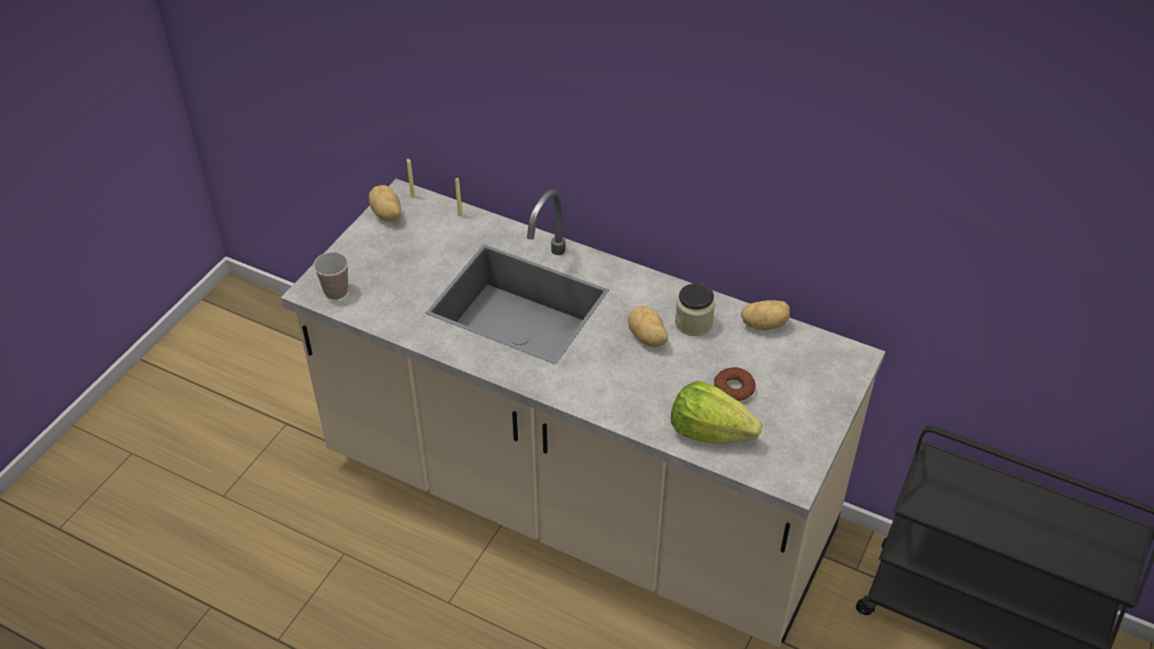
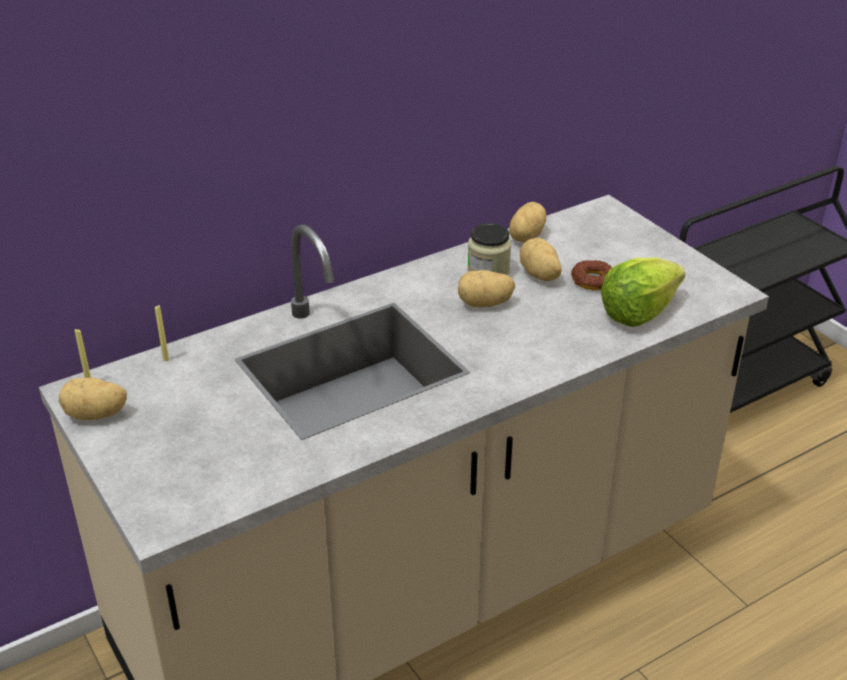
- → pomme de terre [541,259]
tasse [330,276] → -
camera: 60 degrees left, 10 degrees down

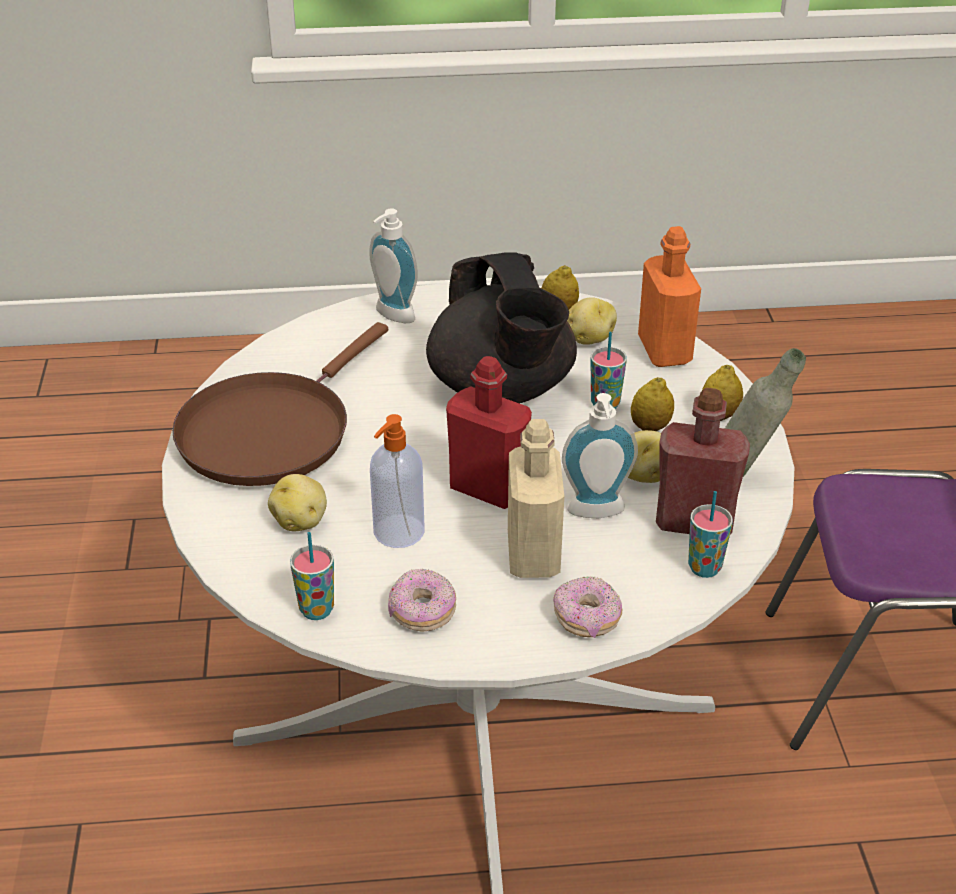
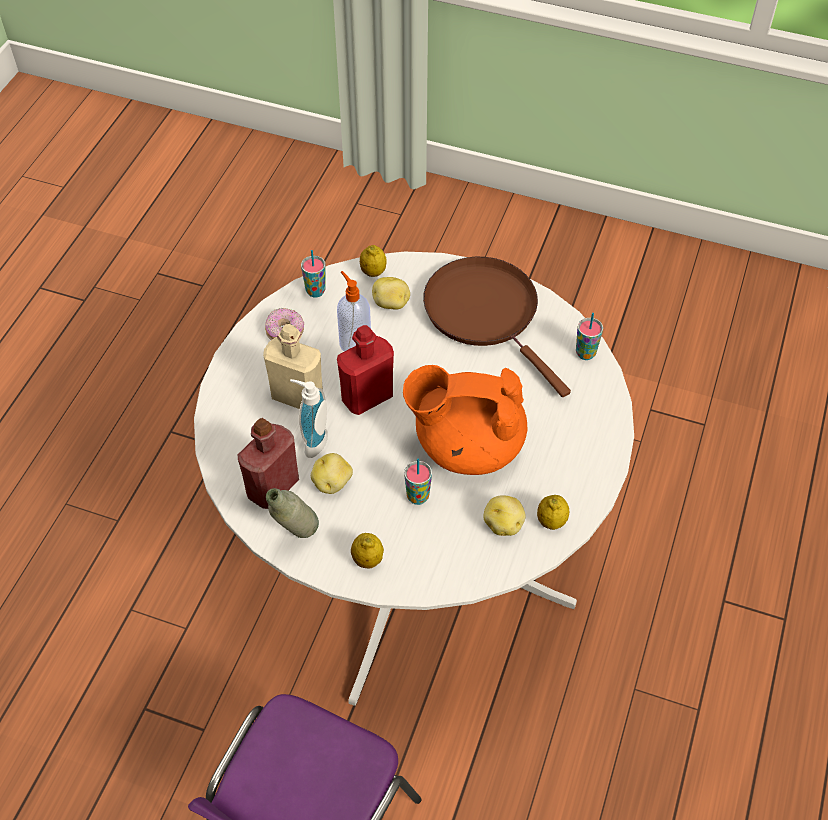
citron [652,404] → citron [373,261], shifted
théière/noir [501,328] → théière/orange [465,420]
tasse [710,534] → tasse [589,336], shifted
distributeur de savon [393,265] → -
beignet [588,607] → -
bouteille/orange [669,296] → -
camera: 115 degrees right, 15 degrees up

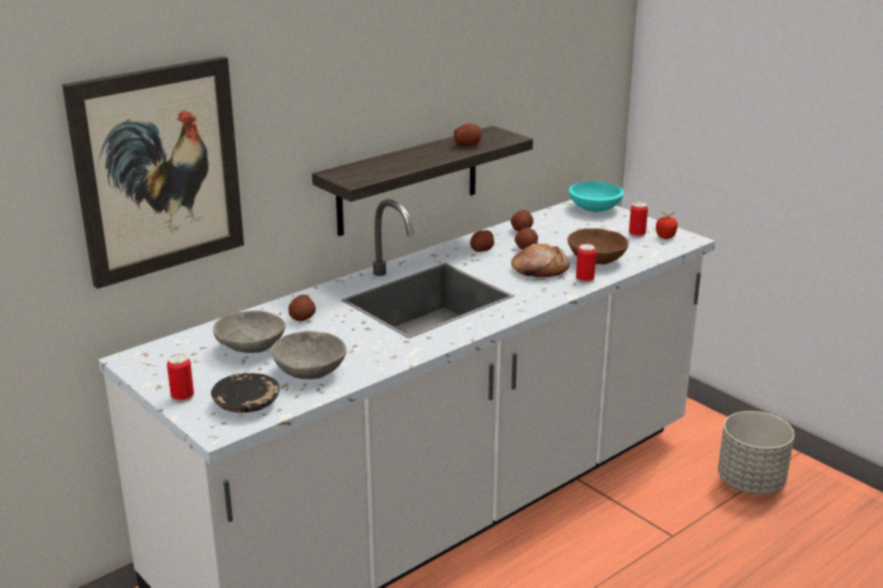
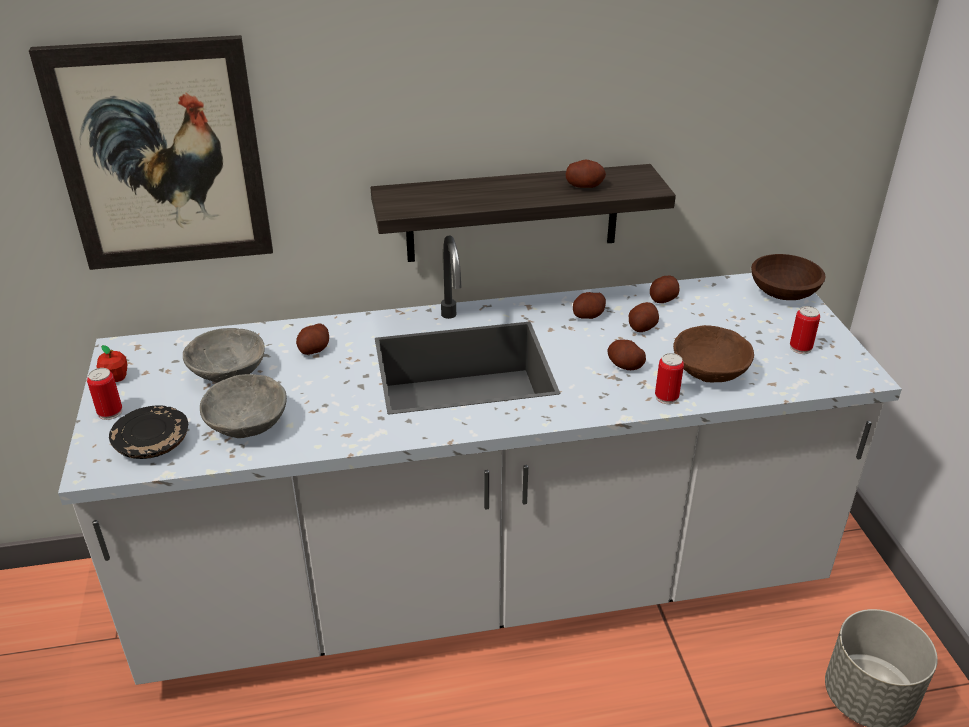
pomme [667,225] → pomme [111,363], shifted
pain [540,260] → pomme de terre [627,355]
bol/turquoise [596,196] → bol/marron [788,277]
camera: 30 degrees right, 10 degrees up

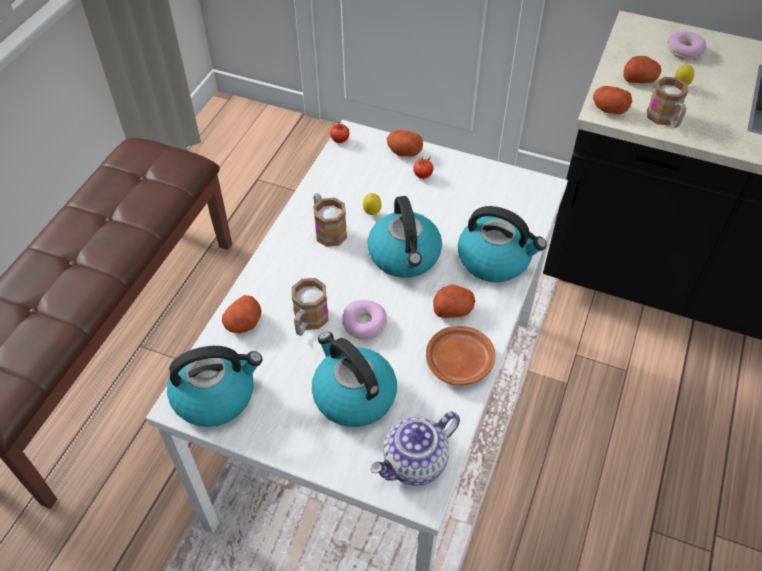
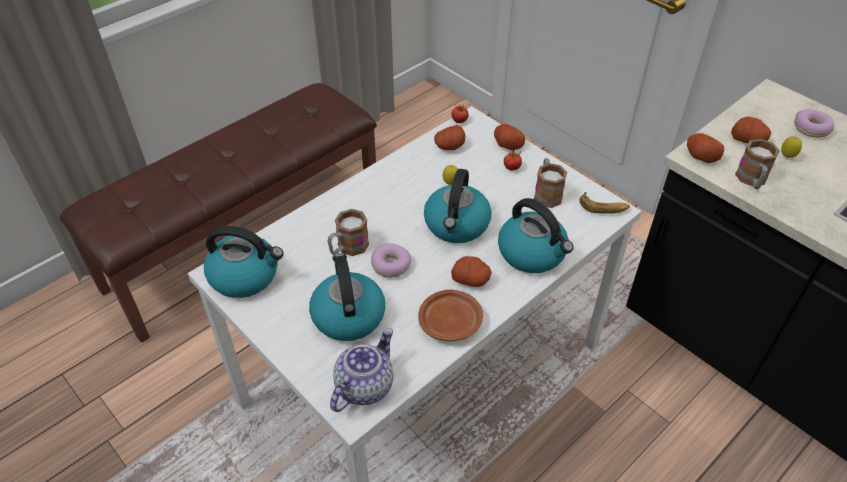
théière [415,449] → théière [361,370], 135 degrees clockwise
pomme de terre [241,314] → pomme de terre [450,137], shifted
mug [330,220] → mug [550,183], shifted
- → banane [604,203]
camera: 25 degrees right, 5 degrees down

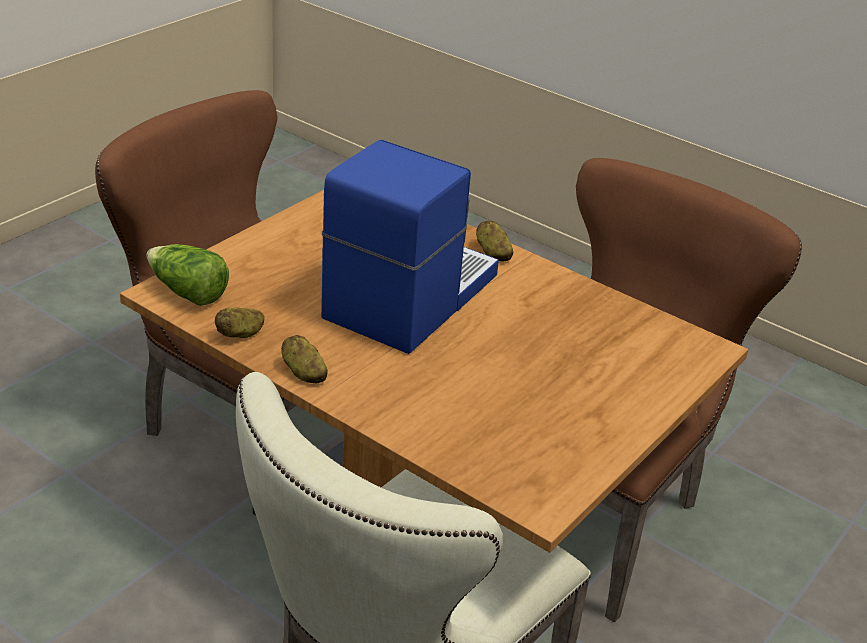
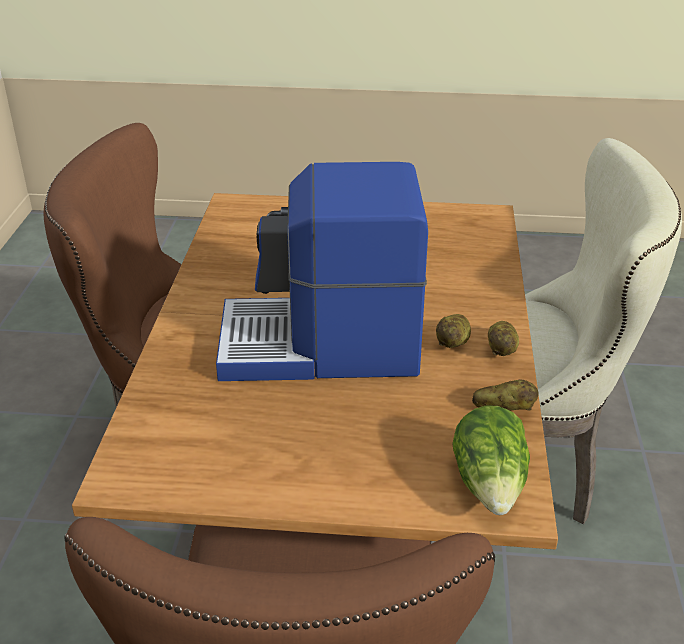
pomme de terre [495,240] → pomme de terre [453,331], shifted
camera: 120 degrees left, 0 degrees up

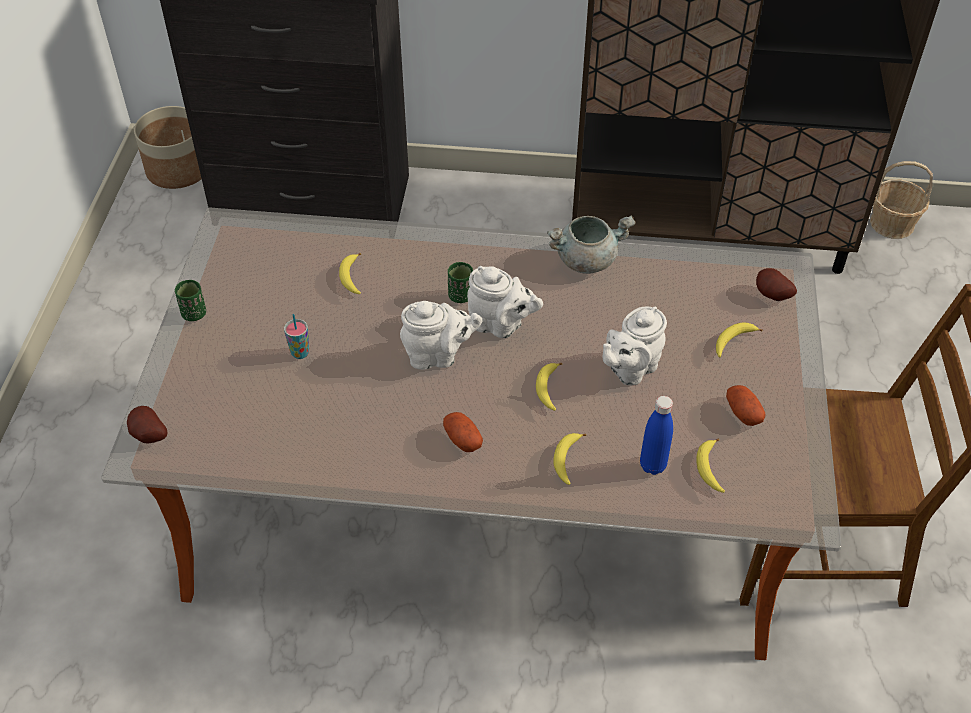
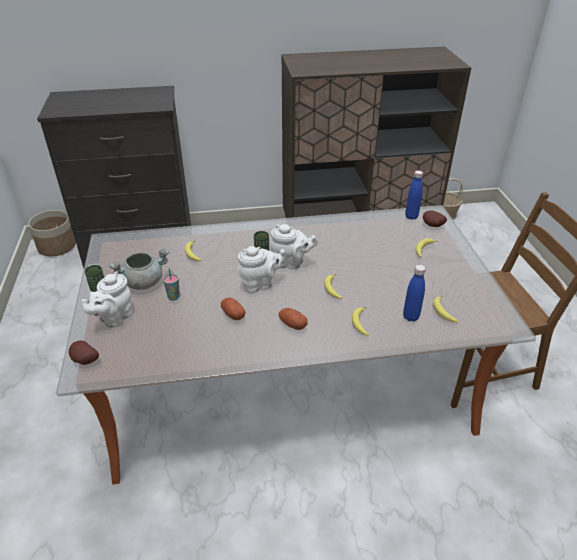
théière/blanc [635,346] → théière/blanc [106,299], shifted
marmite/gris [591,245] → marmite/gris [139,269], shifted
pomme de terre [745,405] → pomme de terre [233,309], shifted
- → bouteille/bleu [414,195]
camera: 15 degrees left, 10 degrees down

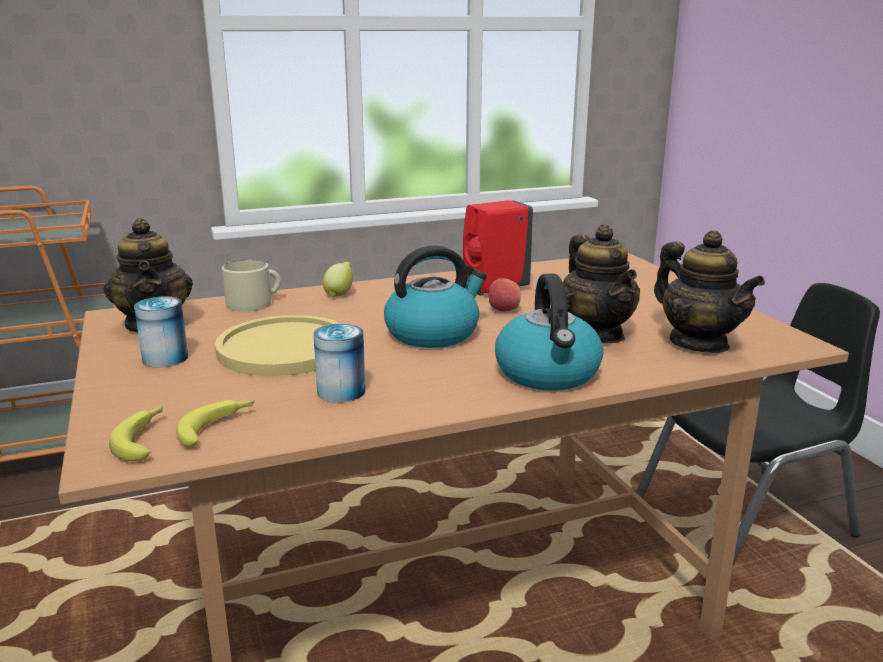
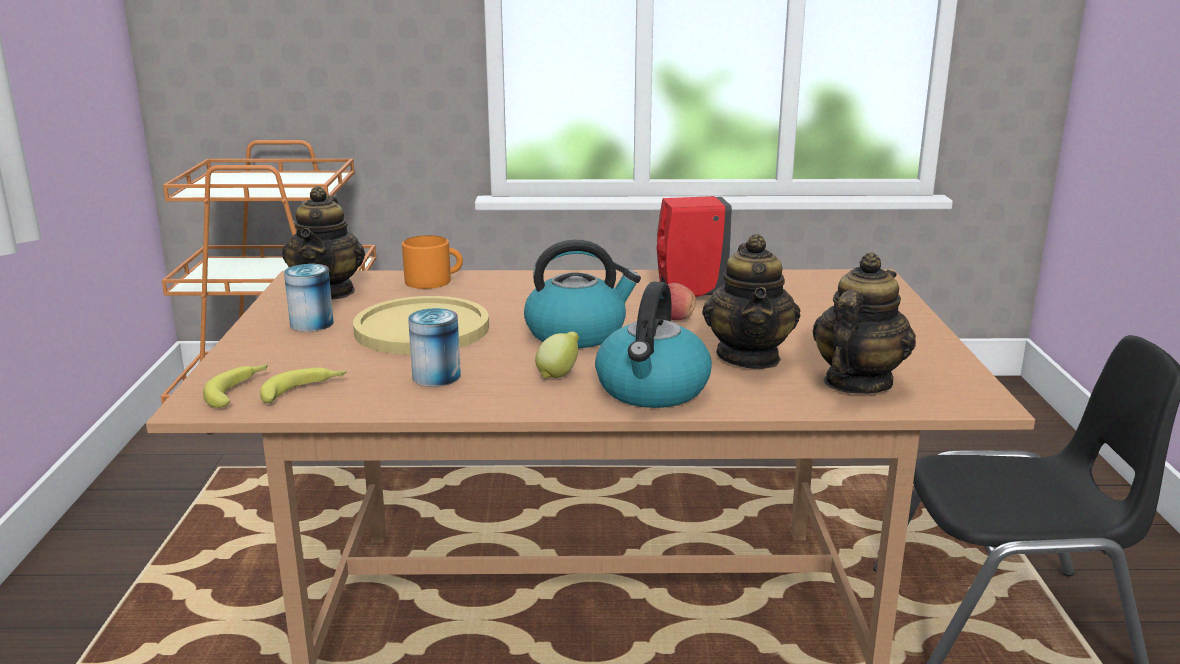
mug/beige [251,286] → mug/orange [432,262]
citron [338,279] → citron [557,355], shifted
théière [709,291] → théière [864,323], 135 degrees counterclockwise
camera: 20 degrees right, 0 degrees up

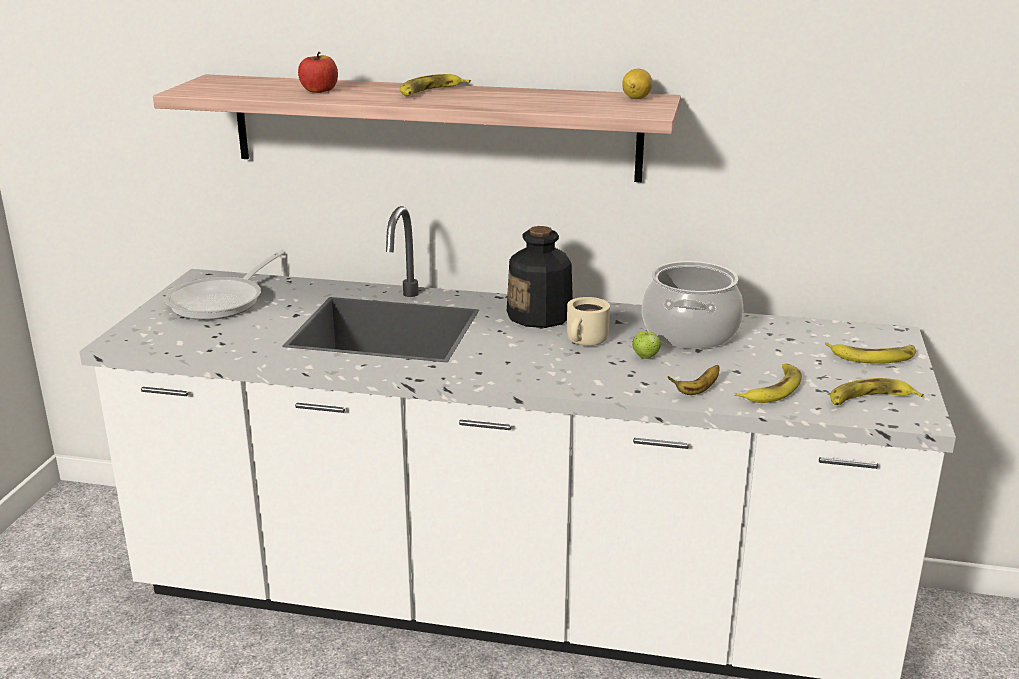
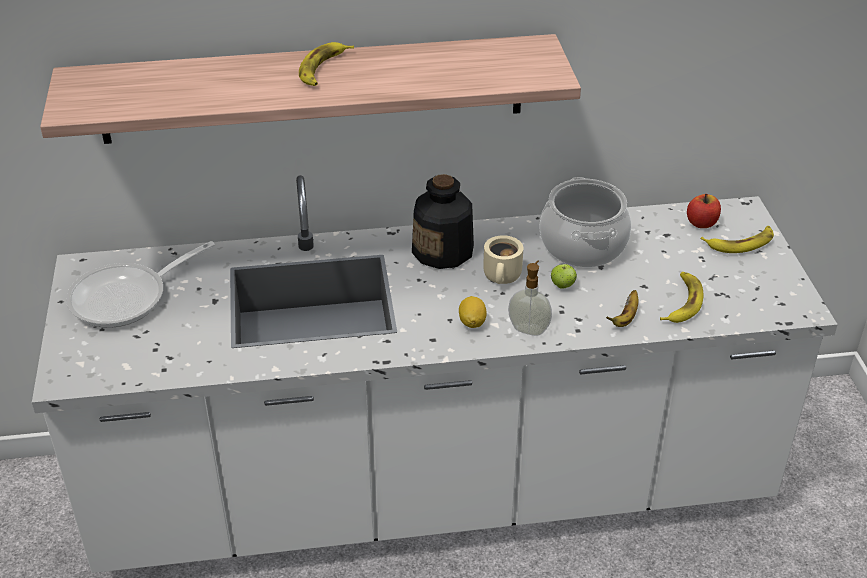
poêle [224,285] → poêle [140,284], 45 degrees clockwise
citron [637,84] → citron [473,312], shifted
- → distributeur de savon [530,298]
pomme [318,72] → pomme [704,211], shifted
banane [877,392] → -
camera: 20 degrees left, 15 degrees up

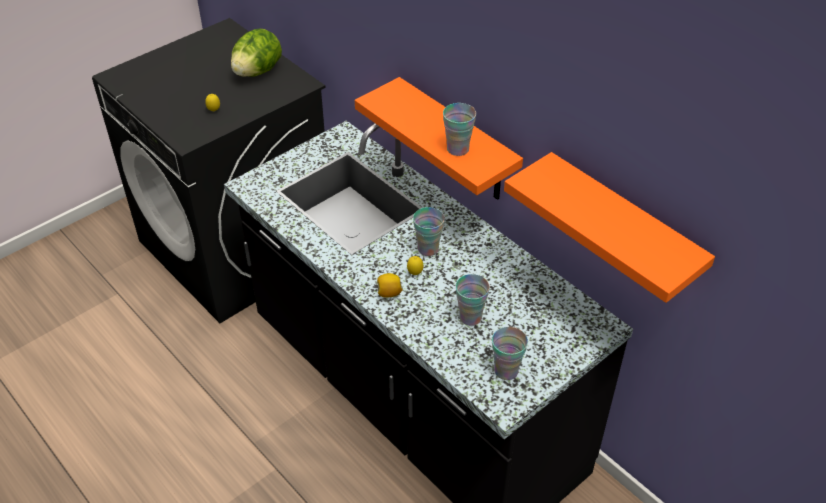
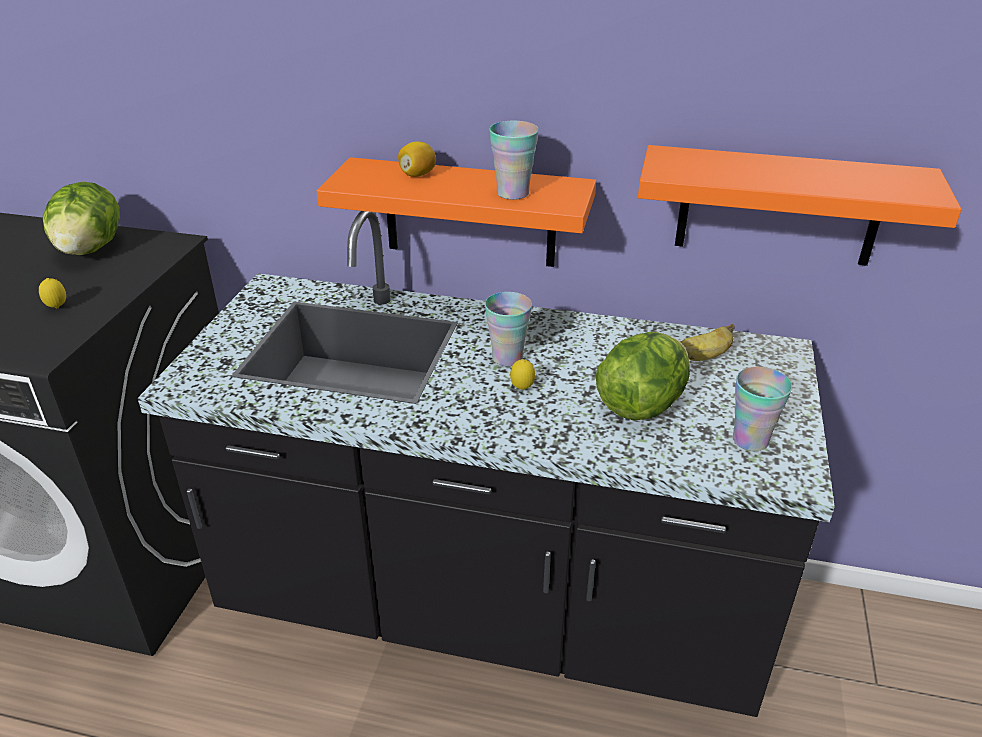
citron [390,285] → citron [417,159], shifted
tasse [473,300] → laitue [643,376]
- → banane [707,342]
camera: 35 degrees left, 10 degrees down

